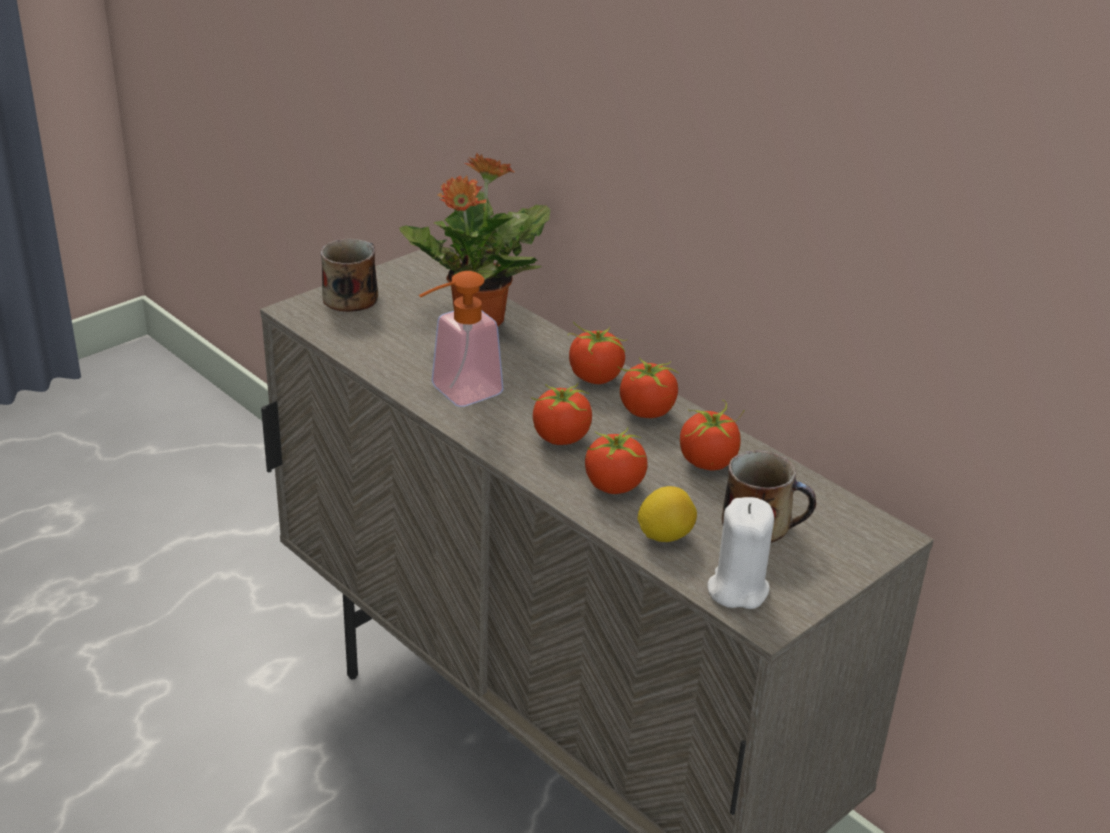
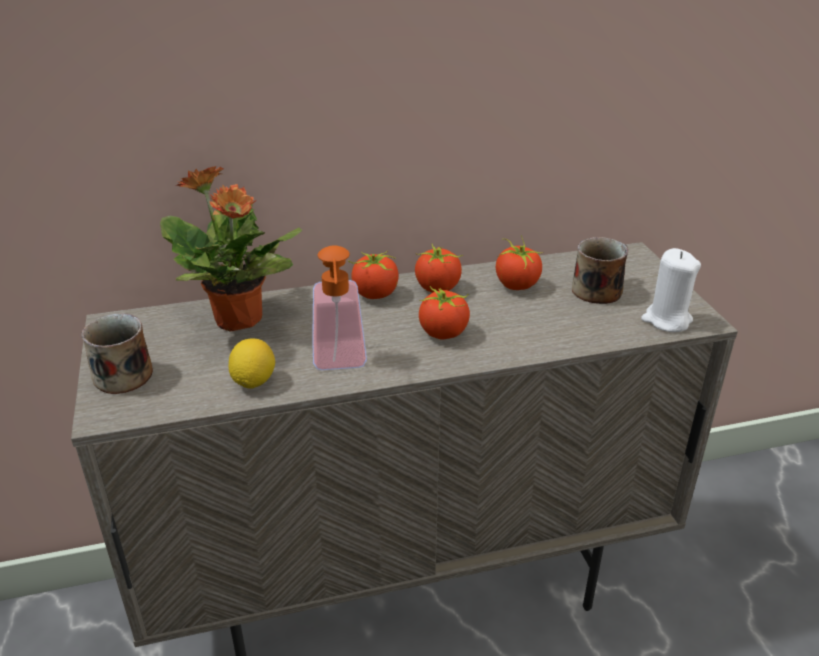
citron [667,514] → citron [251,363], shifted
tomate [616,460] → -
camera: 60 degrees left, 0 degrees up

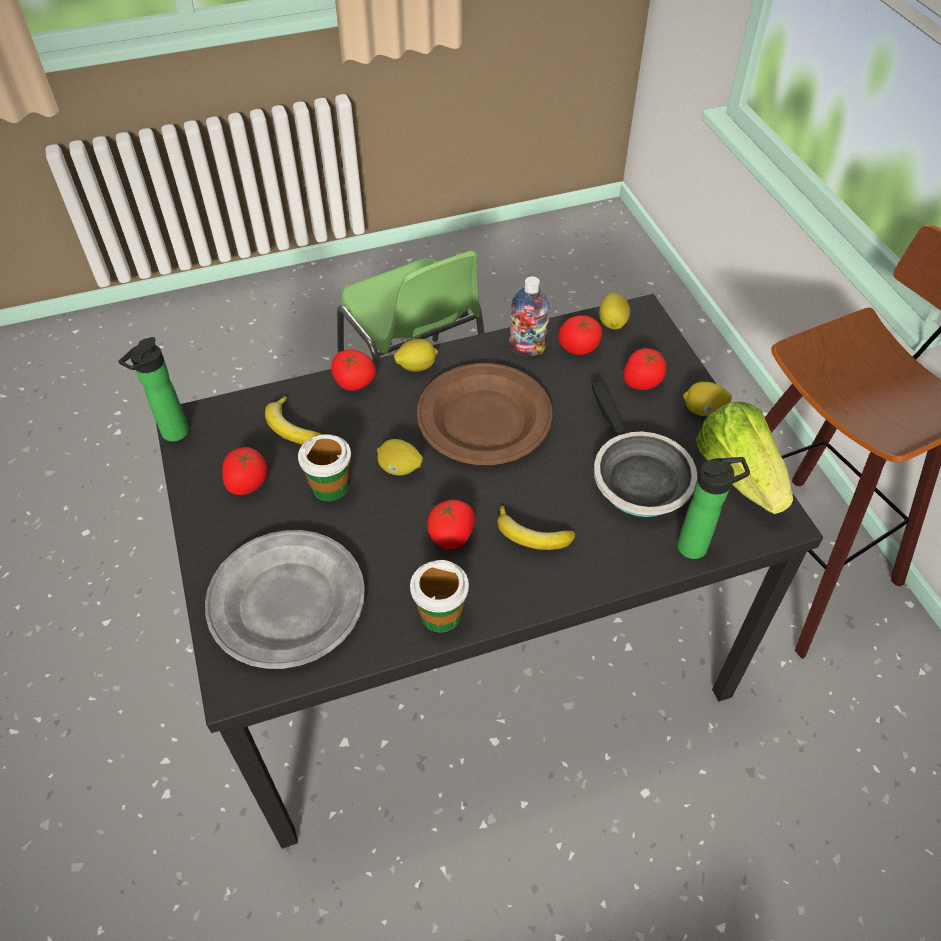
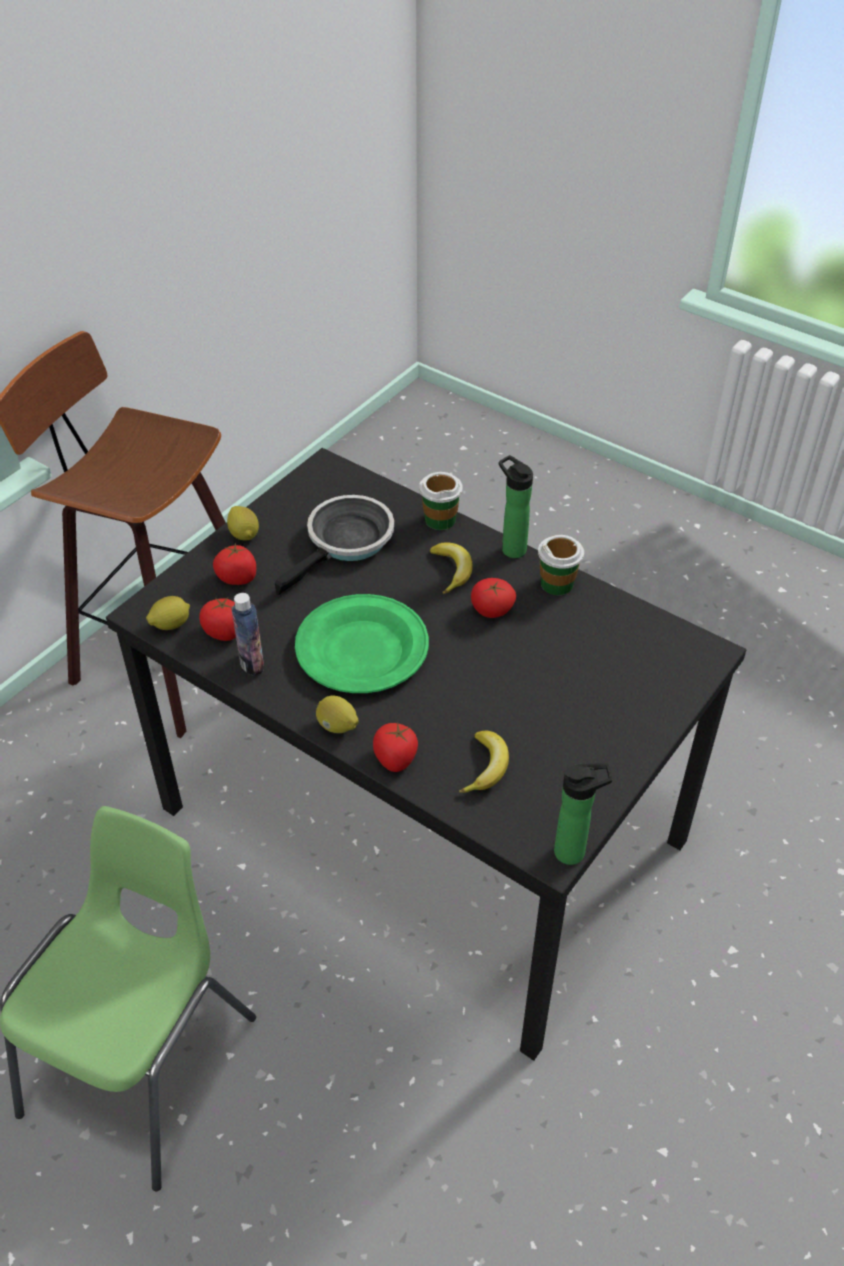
assiette/marron [485,414] → assiette/vert [362,643]
tasse [324,467] → tasse [441,501], shifted
bouteille [713,508] → bouteille [516,506], shifted
assiette/gris [285,599] → -
tomate [244,471] → -
citron [400,457] → -
laitue [744,457] → -
camera: 125 degrees left, 5 degrees down

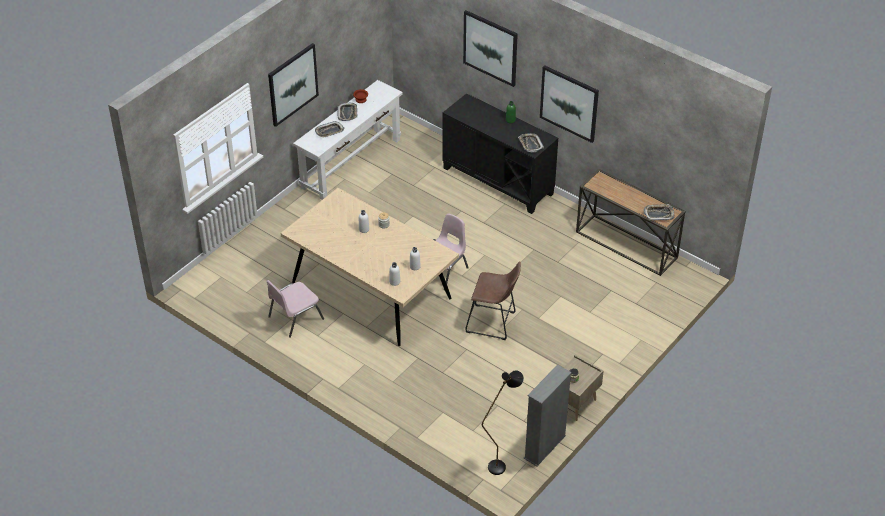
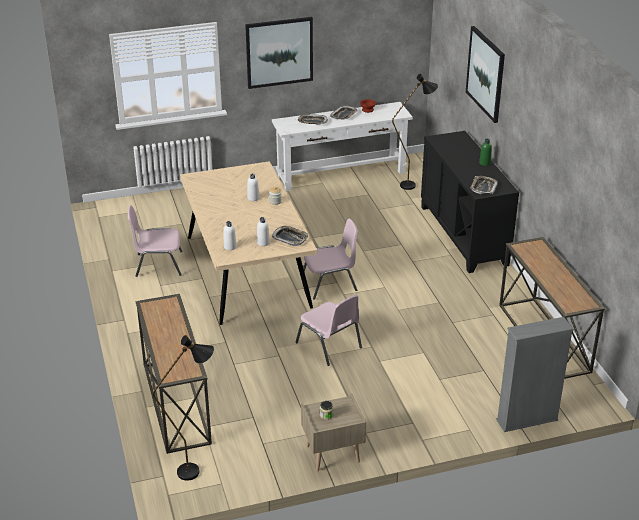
- → table console [174,374]
plateau [658,212] → plateau [290,236], shifted
tabouret/marron [493,300] → chaise/rose [329,330]
- → lampadaire/noir [415,132]
bibliothèque/gris [548,415] → bibliothèque/gris [535,374], shifted
tableau [569,104] → -
camera: 35 degrees right, 10 degrees down

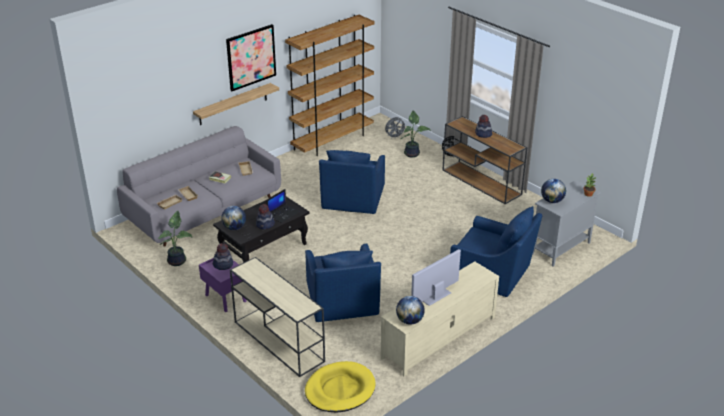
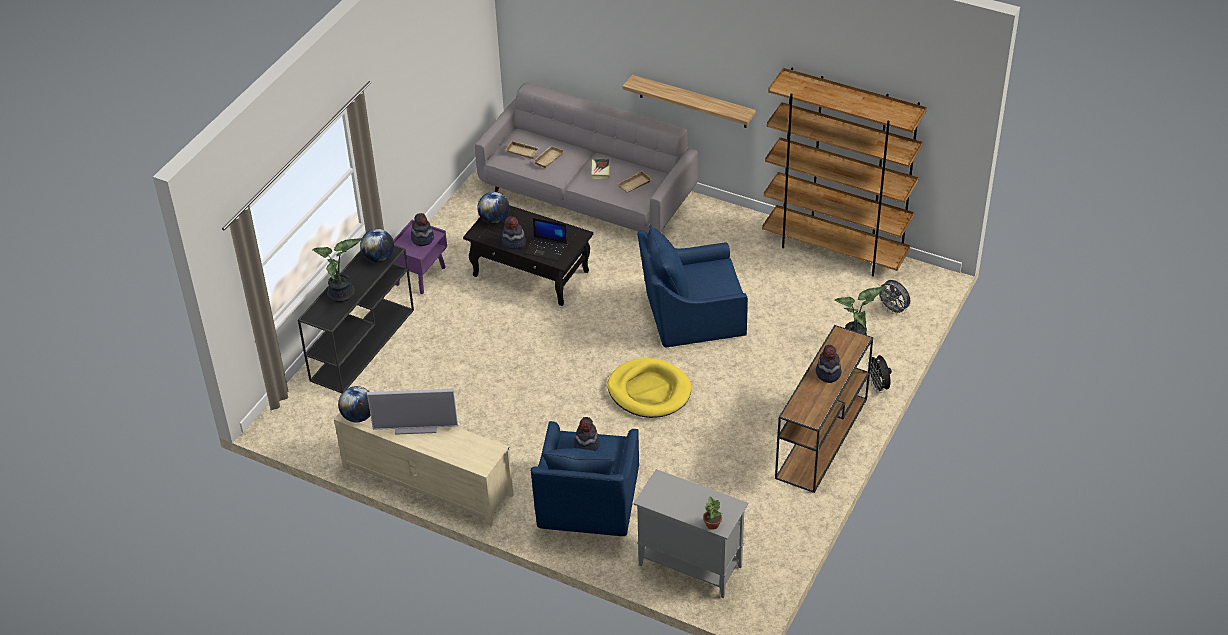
table console/beige [277,317] → table console/noir [356,319]
plante en pot [175,238] → plante en pot [338,270], shifted
globe [553,191] → globe [377,245], shifted
téléviseur [436,277] → téléviseur [412,412], 150 degrees clockwise
- → chapeau [587,434]
panier pour chien/jaune [340,387] → panier pour chien/jaune [649,388], shifted
tableau [251,57] → -
fauteuil/bleu [343,282] → -
camera: 70 degrees right, 10 degrees up

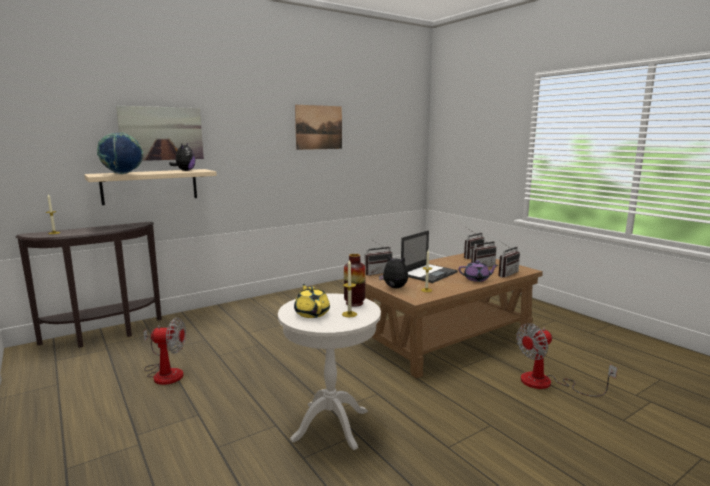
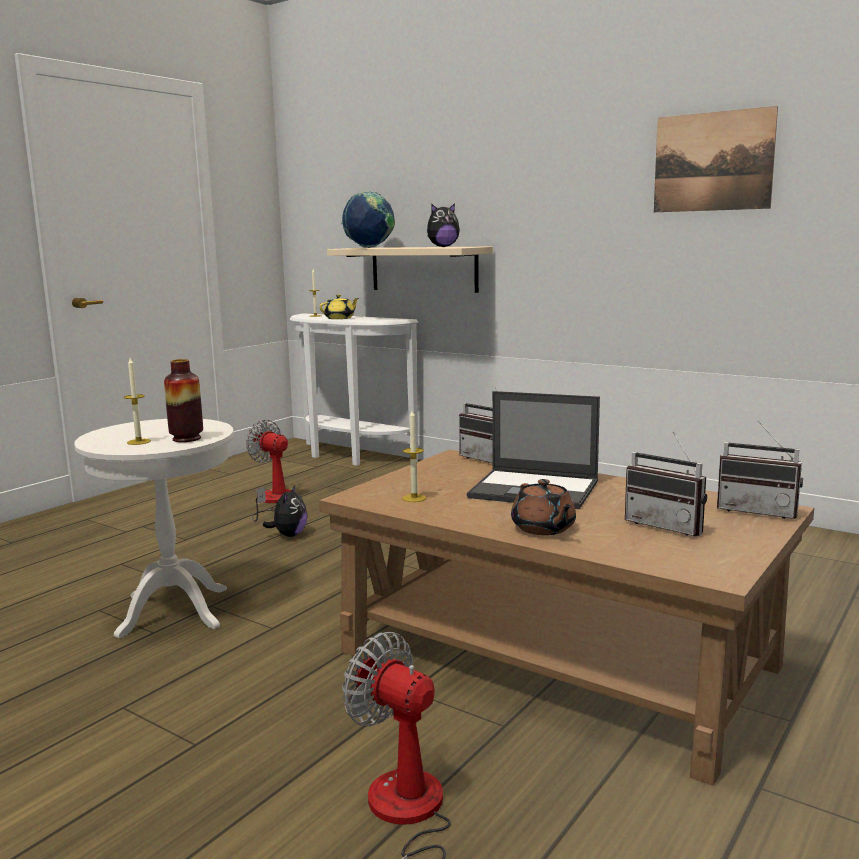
ventilateur [164,351] → ventilateur [268,470], 150 degrees clockwise
peluche [393,271] → peluche [285,511], shifted
table console/marron [88,284] → table console/blanc [354,389]
théière/jaune [312,301] → théière/jaune [339,306], shifted
théière/violet [478,271] → théière/marron [543,507]
tableau [160,133] → -
radio [509,259] → -
camera: 70 degrees right, 0 degrees up

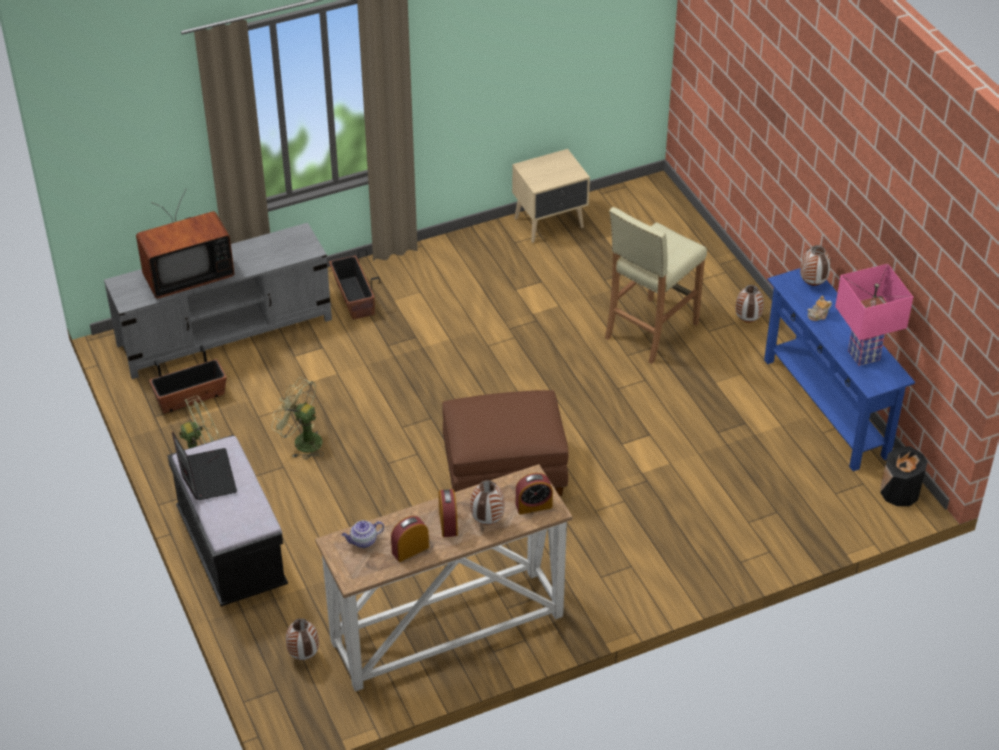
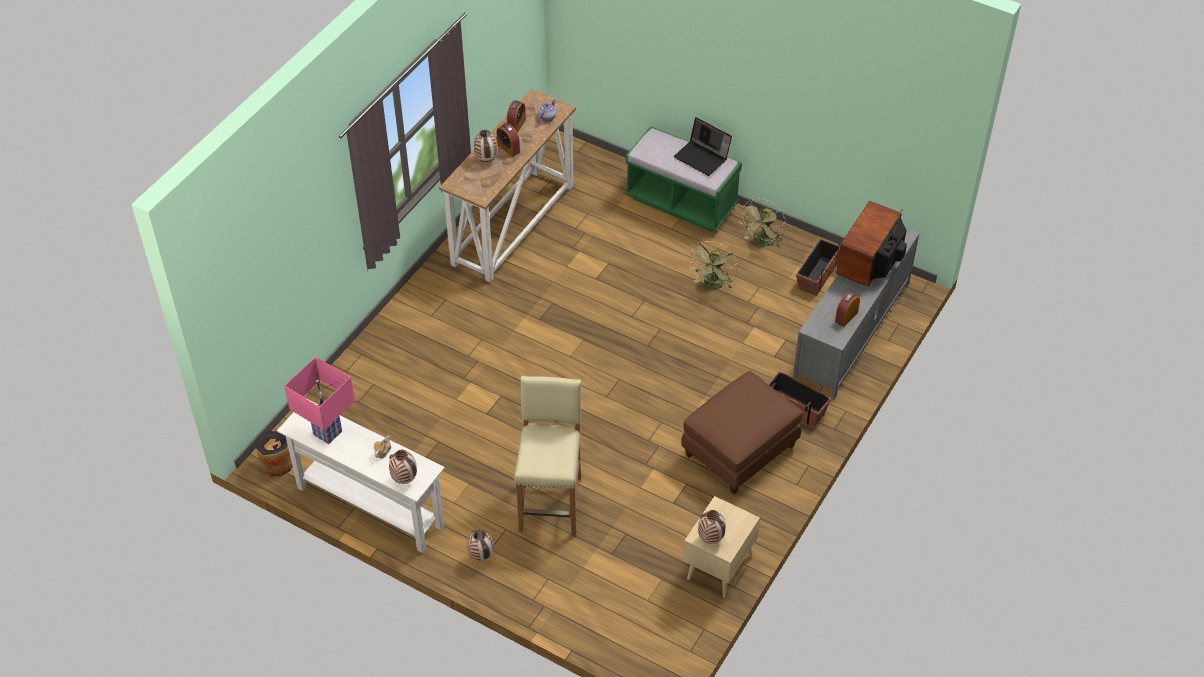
table console/bleu [839,369] → table console/blanc [361,476]
banc/noir [227,520] → banc/vert [683,179]
pouf/marron [505,443] → pouf/marron [742,432], shifted
ventilateur/vert [298,418] → ventilateur/vert [713,265], 120 degrees clockwise
vase [302,639] → vase [712,527], shifted
réveil [534,493] → réveil [847,309], shifted
camera: 145 degrees right, 5 degrees up

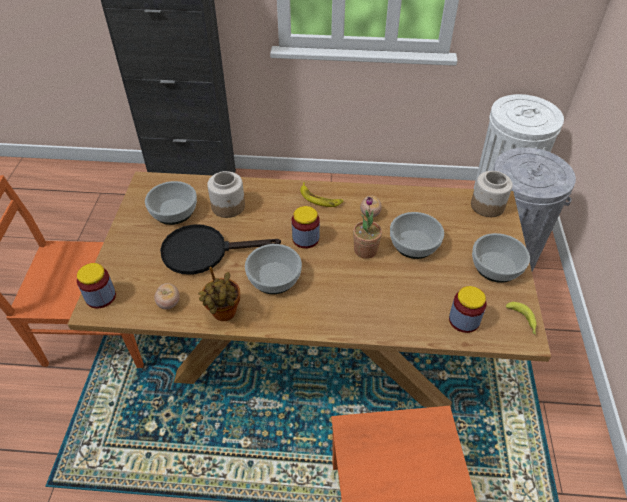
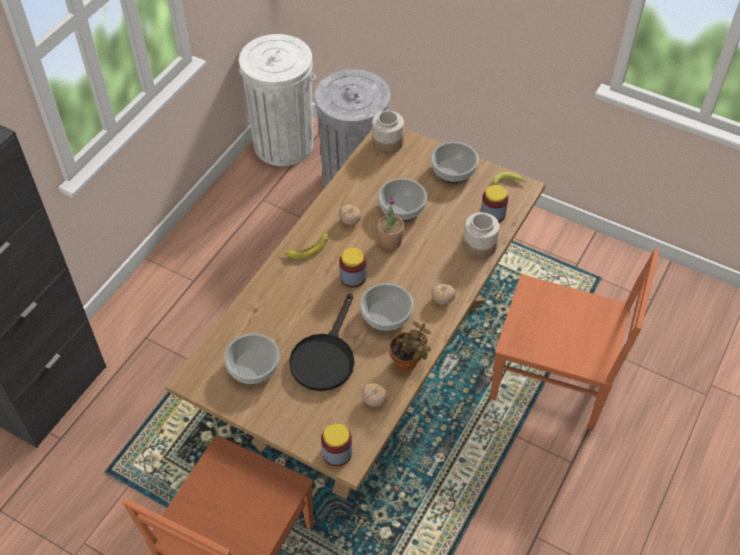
- → tomate [443,294]
bocal [226,194] → bocal [481,235], shifted
camera: 65 degrees left, 5 degrees up

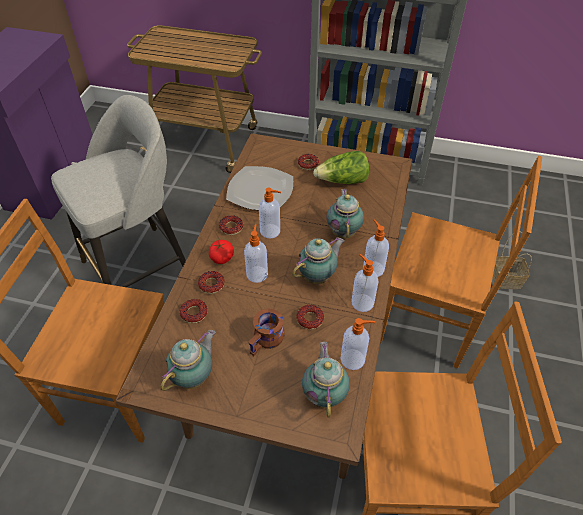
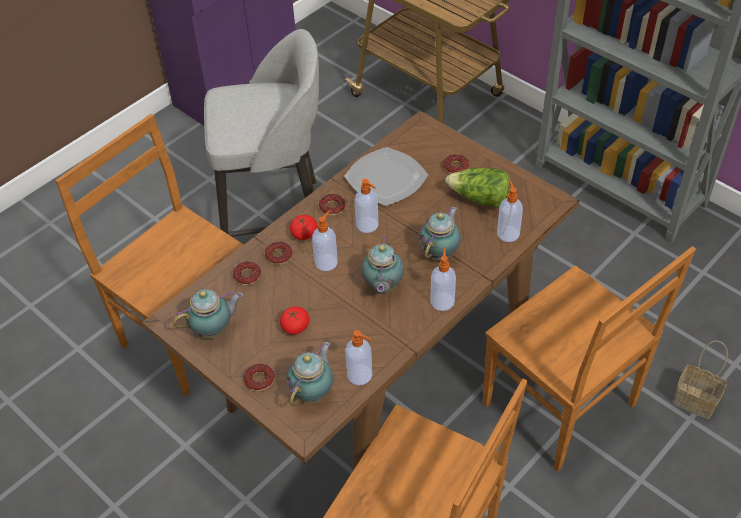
beignet [310,317] → beignet [259,377], shifted
mug/marron [266,332] → tomate [295,320]
théière [318,261] → théière [382,265], 105 degrees clockwise
distributeur de savon [365,283] → distributeur de savon [510,211], shifted
camera: 30 degrees right, 0 degrees up

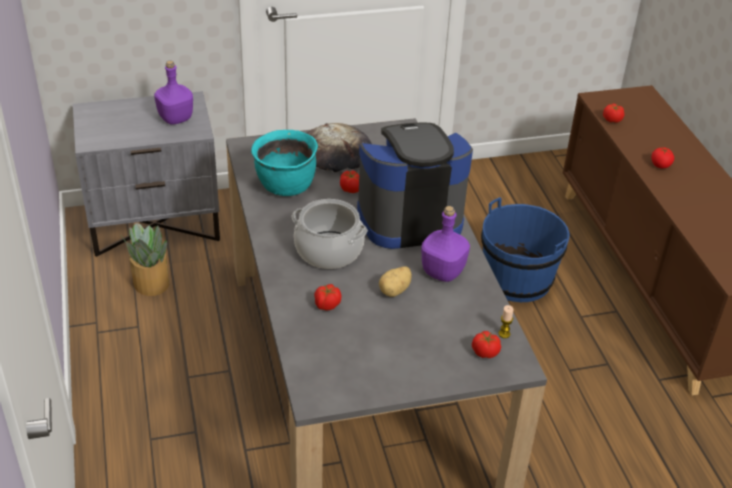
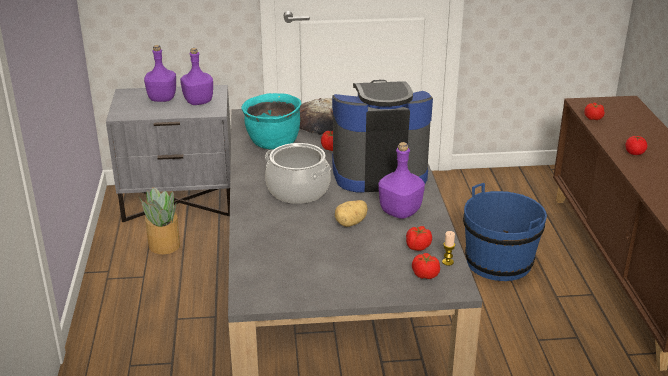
- → bouteille/violet [160,73]
tomate [327,297] → tomate [419,238], shifted
camera: 10 degrees right, 10 degrees down

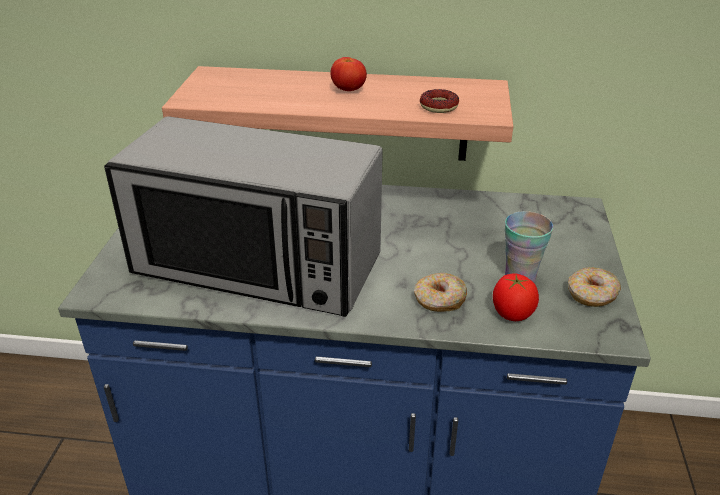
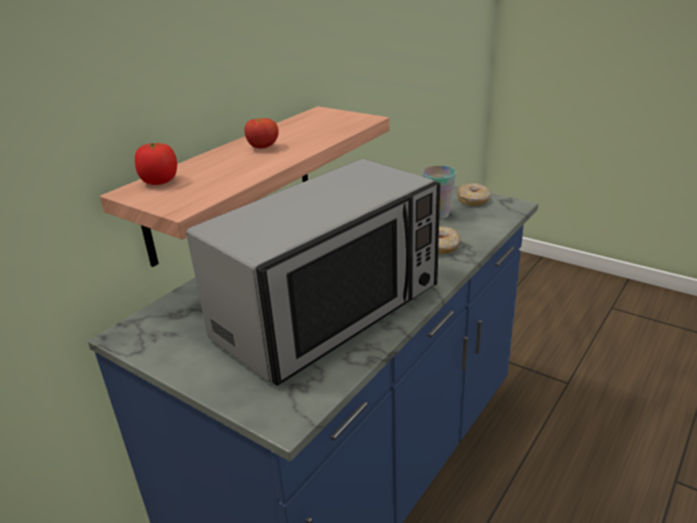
tomate [516,297] → tomate [156,163], shifted
beignet [439,101] → -
camera: 60 degrees left, 5 degrees down

